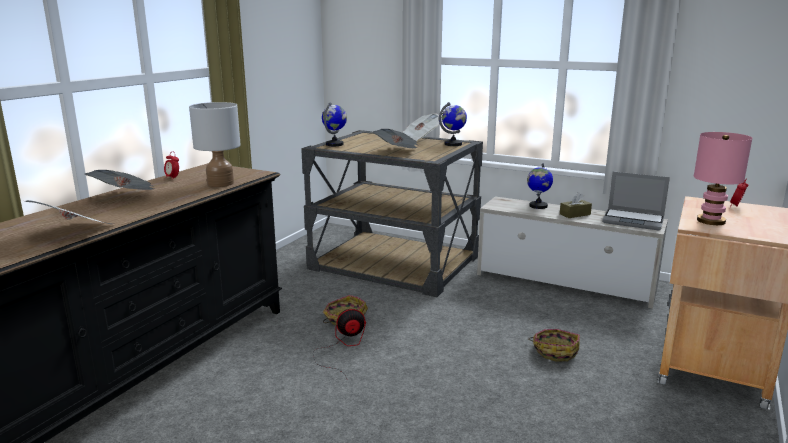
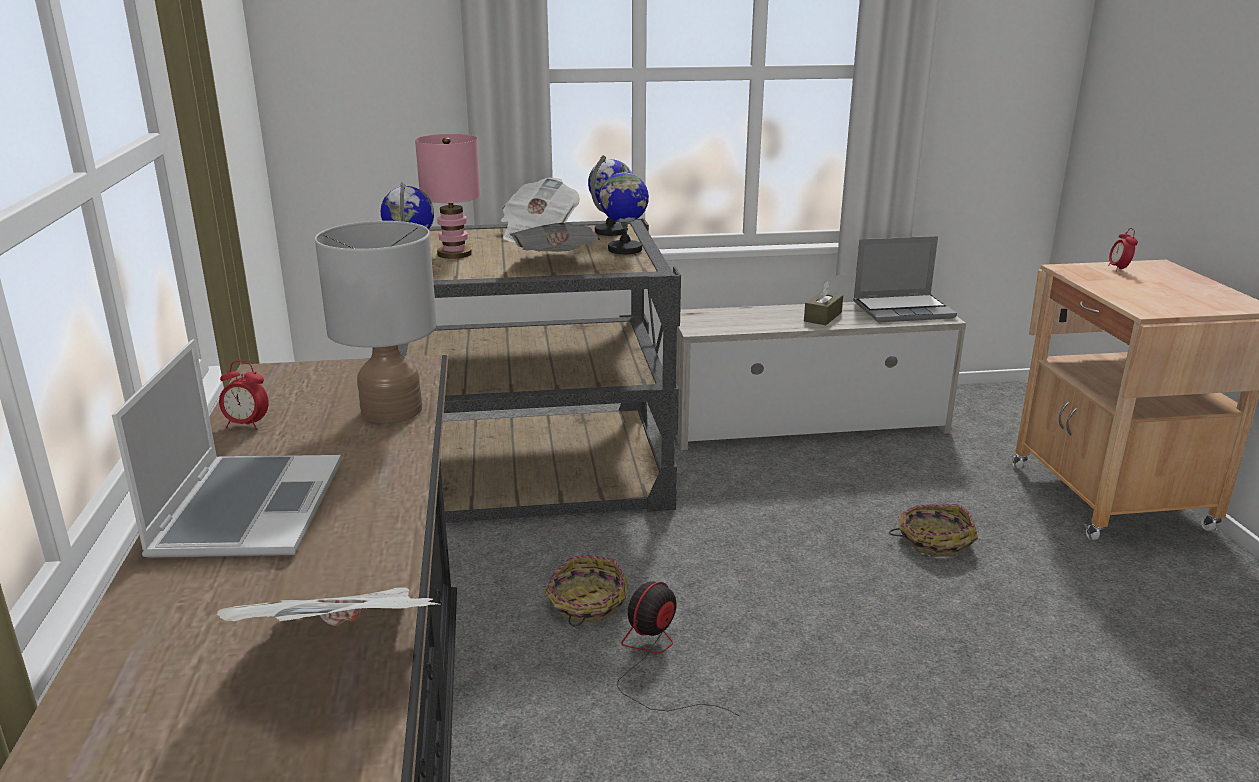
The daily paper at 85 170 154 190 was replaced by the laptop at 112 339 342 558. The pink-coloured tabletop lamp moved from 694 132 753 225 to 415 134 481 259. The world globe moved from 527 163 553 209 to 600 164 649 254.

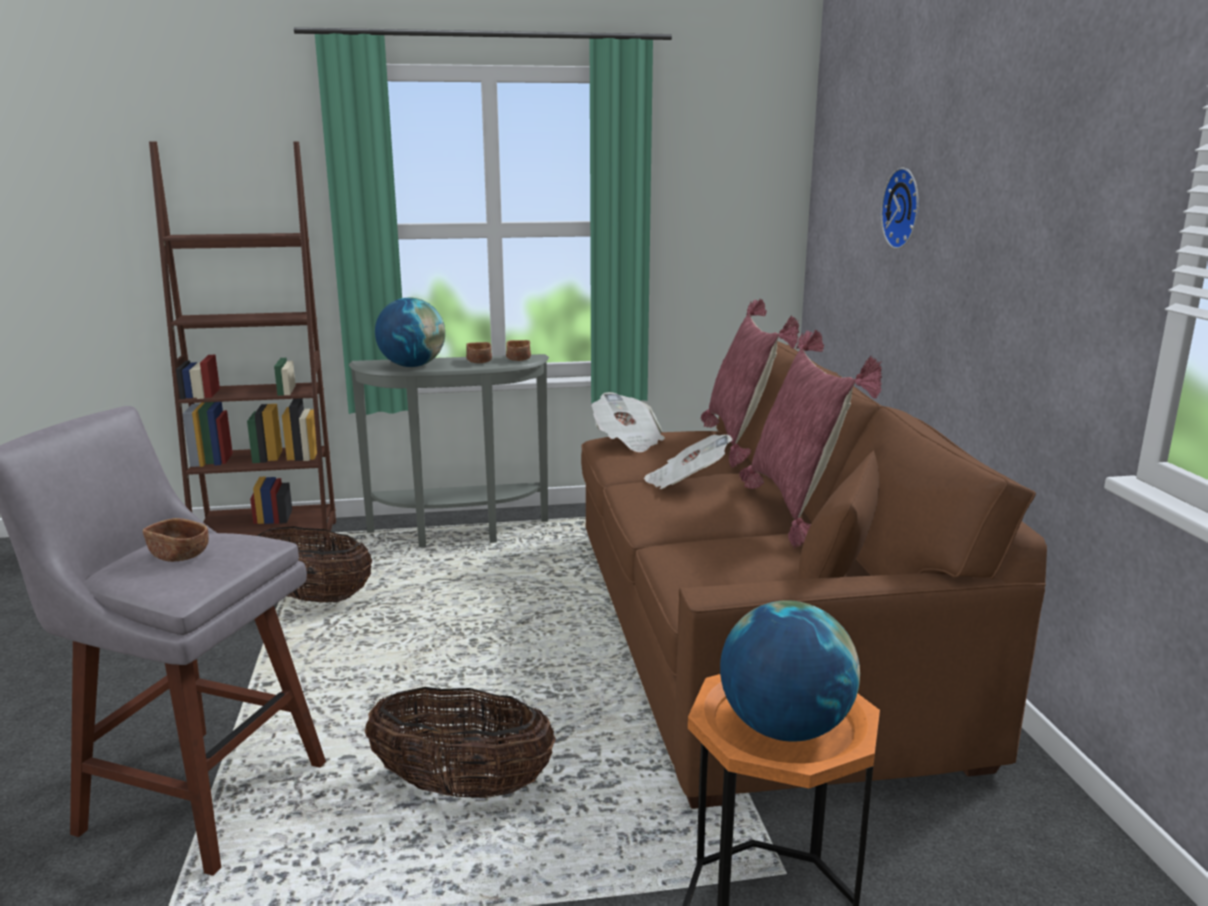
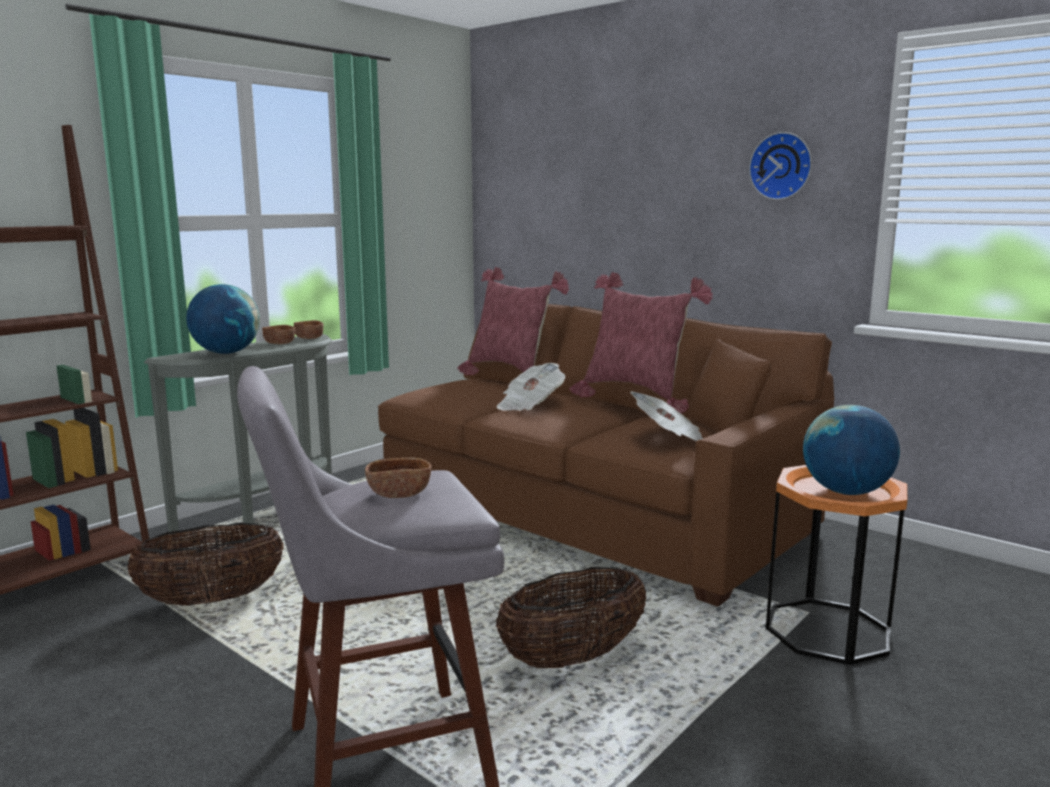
The daily paper moved from 592 392 665 453 to 630 391 703 441. The wall clock moved from 881 168 919 249 to 749 132 812 200.

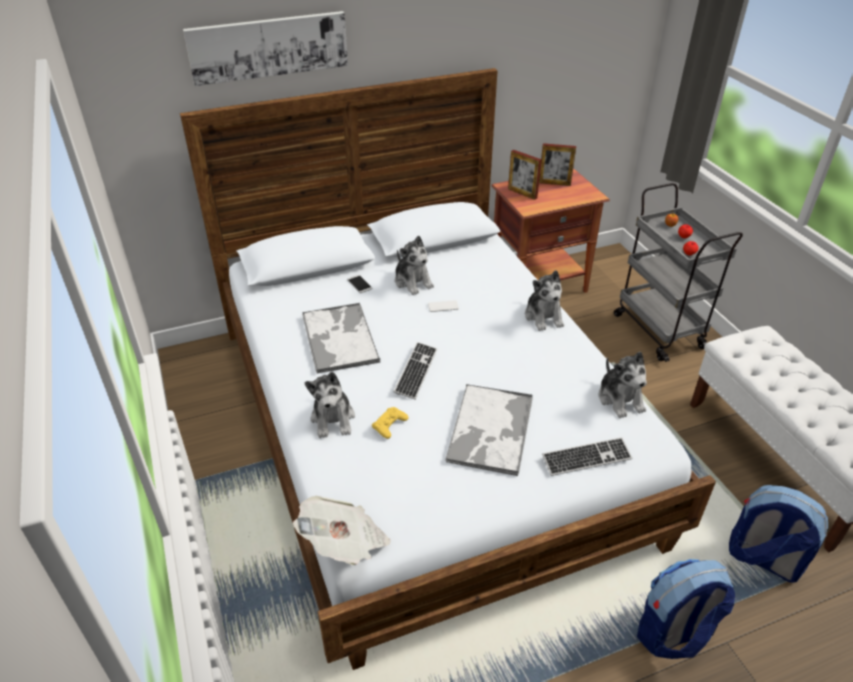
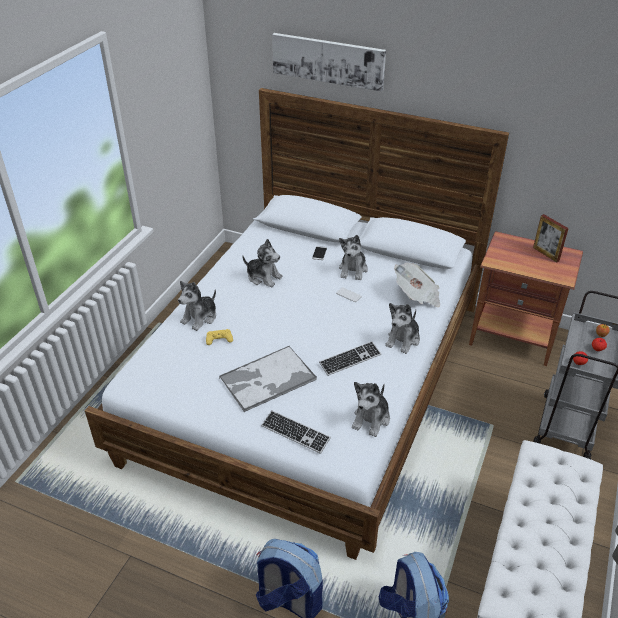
The serving tray at 302 303 380 373 was replaced by the plush toy at 242 239 283 287. The PC keyboard moved from 394 342 437 400 to 319 341 381 376. The daily paper moved from 293 496 390 565 to 394 263 440 307. The picture frame at 508 150 542 200 disappeared.

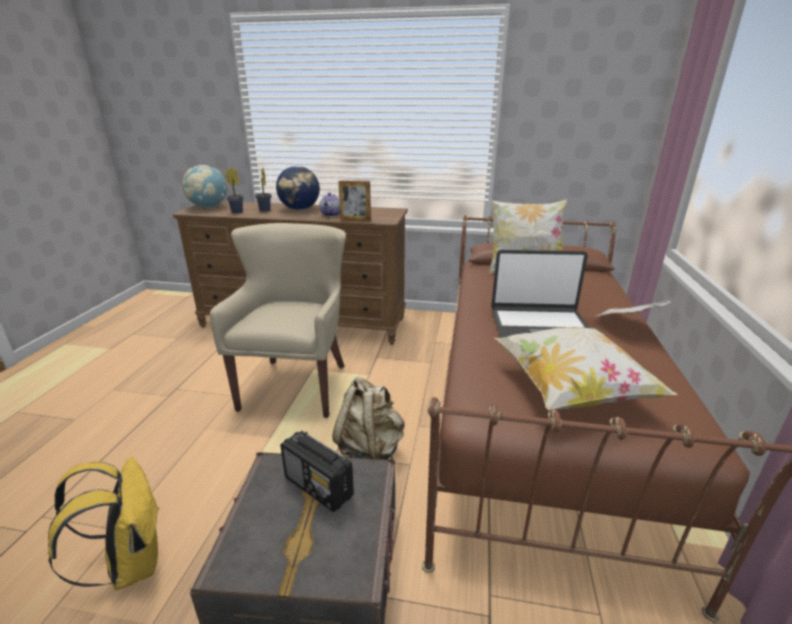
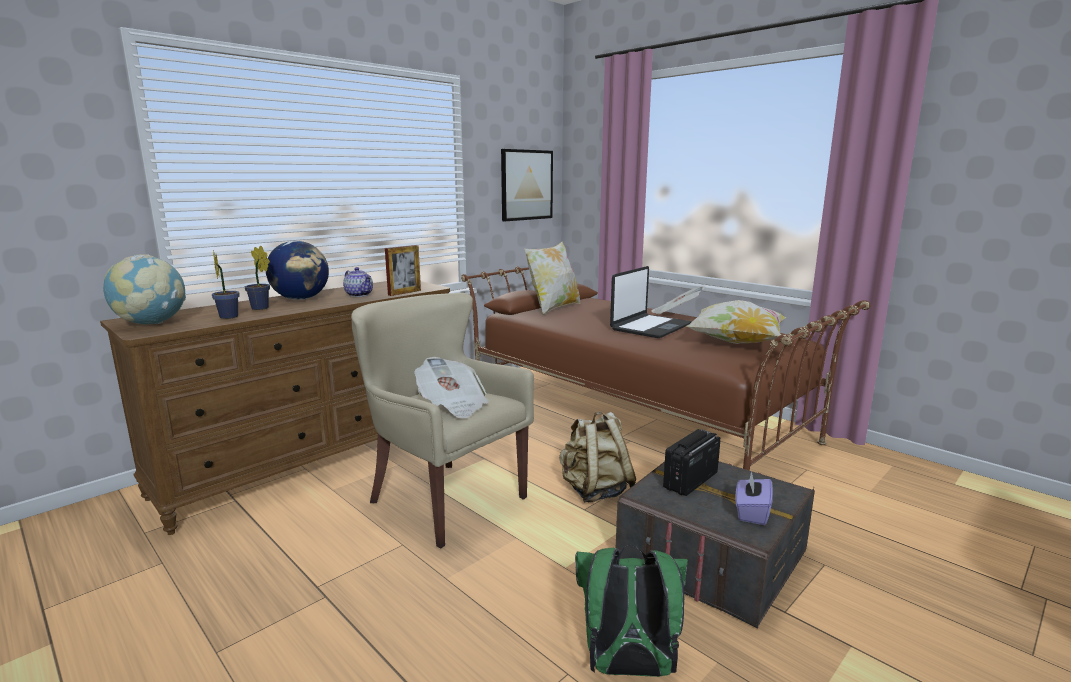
The daily paper at 414 357 489 419 appeared. The wall picture at 501 149 553 221 appeared. The yellow backpack at 48 457 159 591 became the green backpack at 575 545 688 677. The radio at 280 431 354 512 turned 150 degrees clockwise. The purplish tissue holder at 735 471 773 525 appeared.

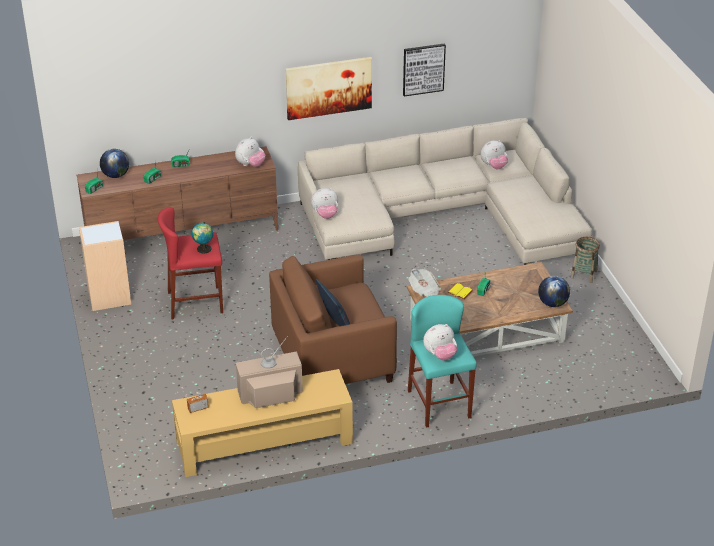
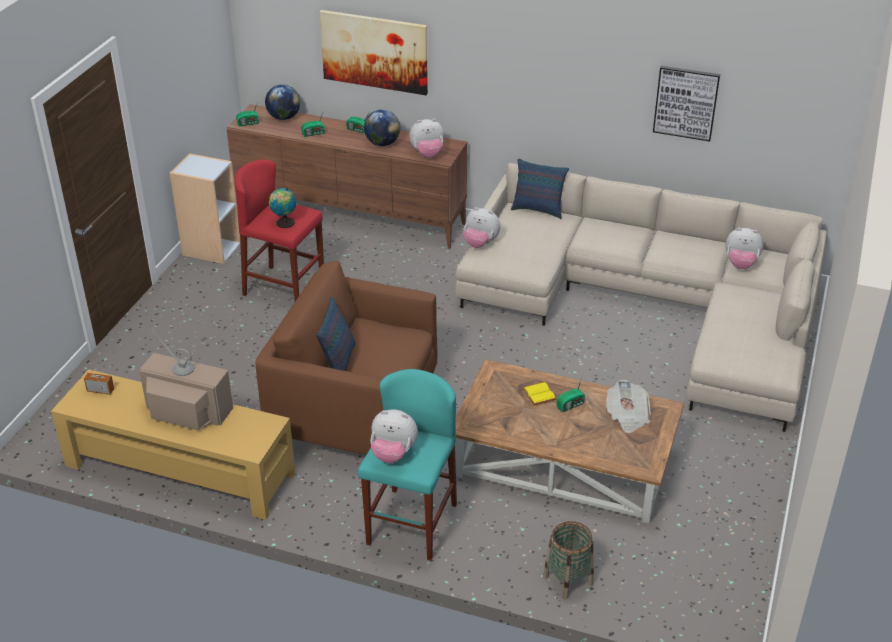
The wall picture moved from 286 57 372 120 to 319 10 428 95. The world globe moved from 538 276 570 307 to 364 109 400 146. The blue throw pillow at 511 159 569 219 appeared. The household basket moved from 571 237 600 283 to 543 521 594 599. The daily paper moved from 409 269 441 297 to 606 380 651 433.

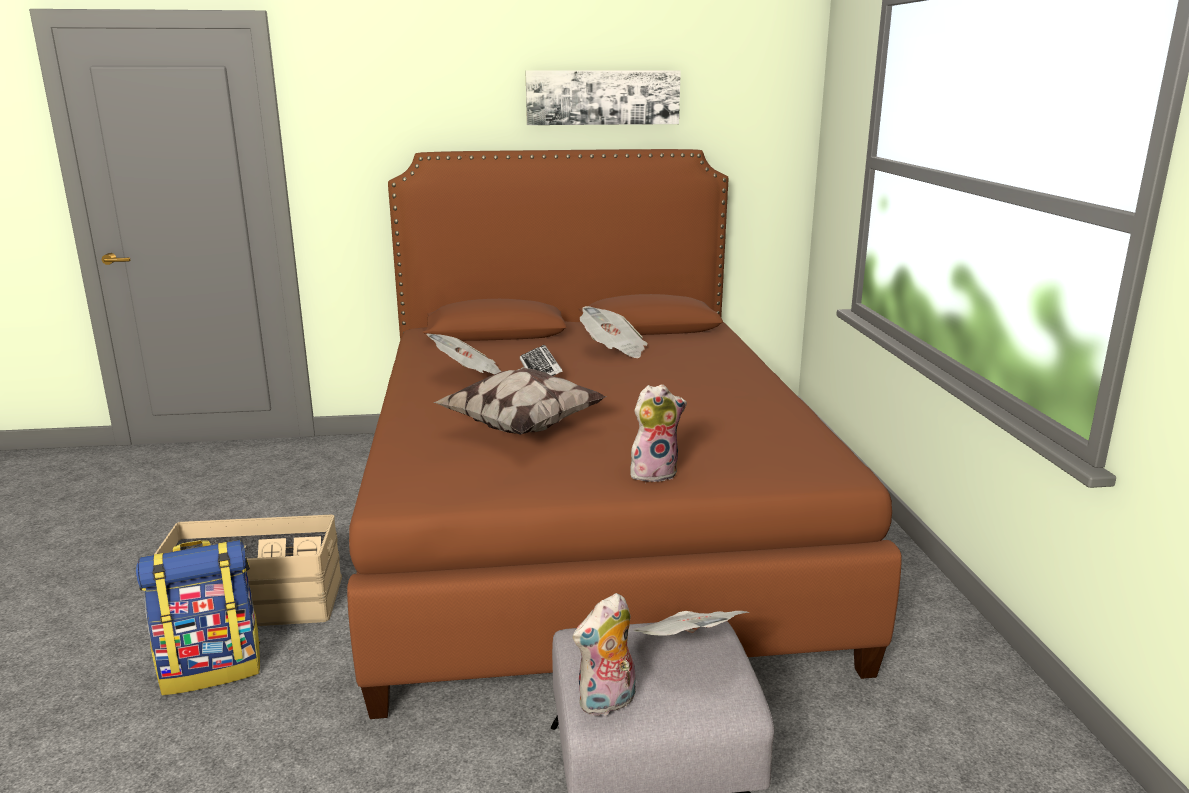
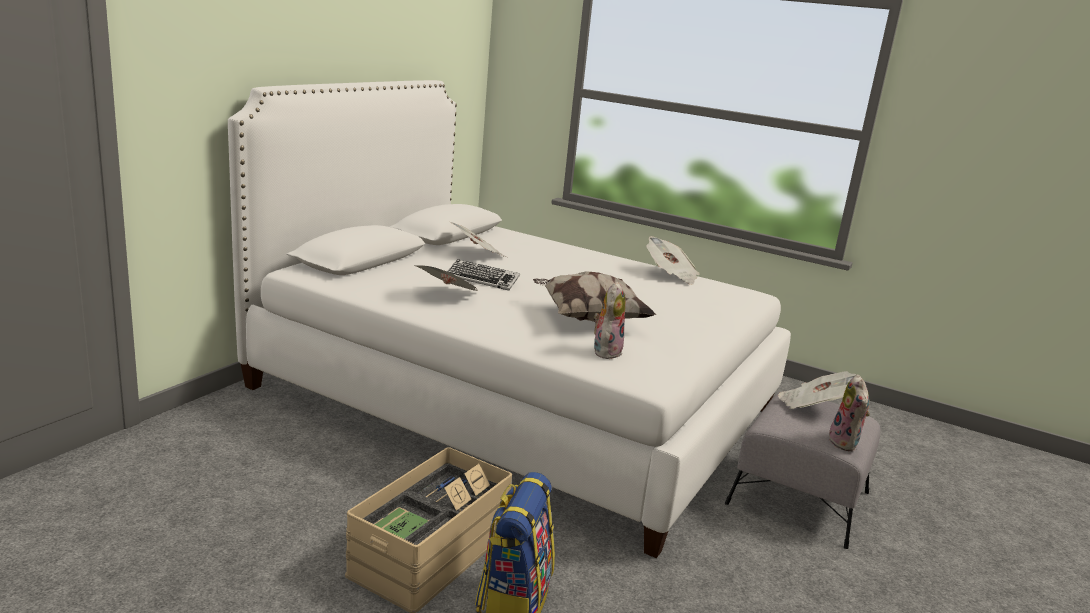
The brownish bed at 347 149 902 719 became the white bed at 228 80 791 558. The plush toy moved from 630 384 687 482 to 594 281 626 359. The daily paper at 646 236 700 285 appeared. The wall picture at 525 70 681 125 disappeared.

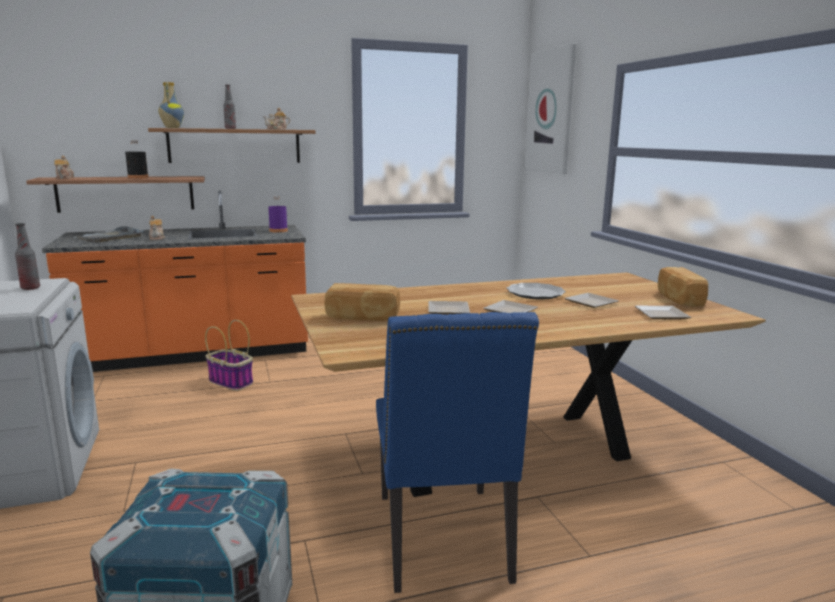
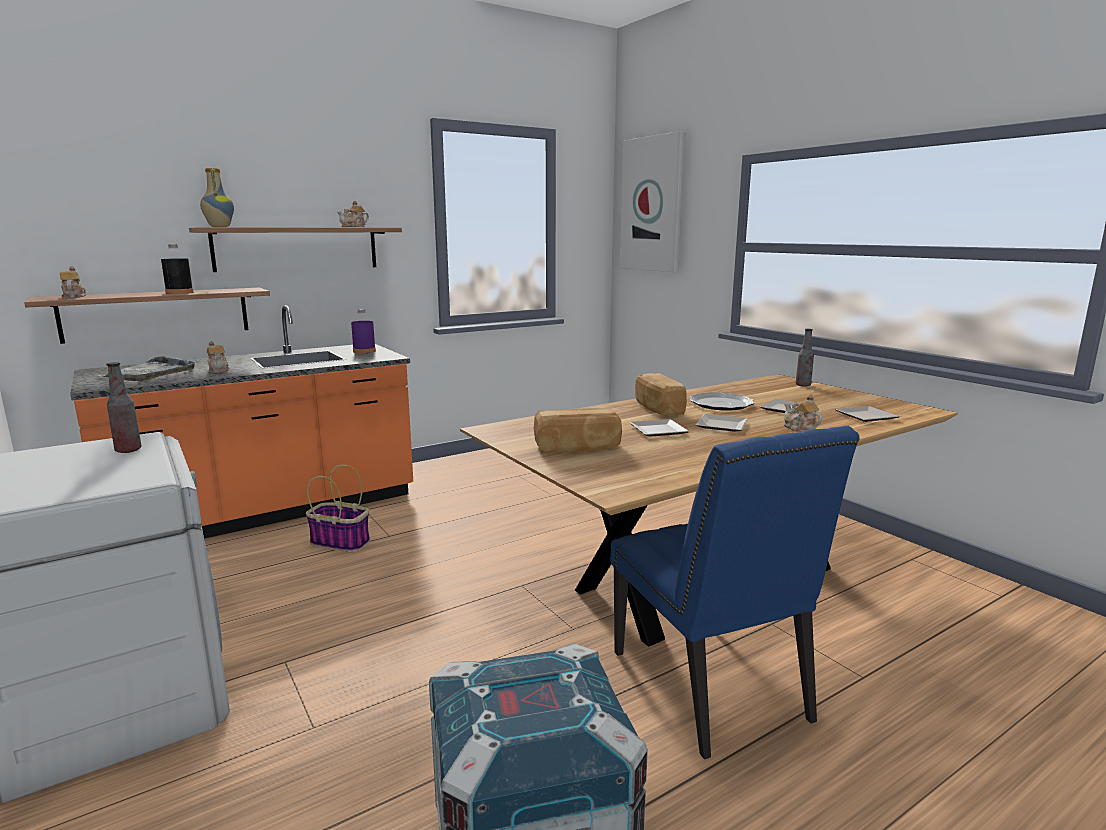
The bakery bread moved from 658 267 708 307 to 635 373 687 416. The teapot at 784 394 822 432 appeared. The beverage bottle moved from 223 85 236 129 to 796 329 814 387.

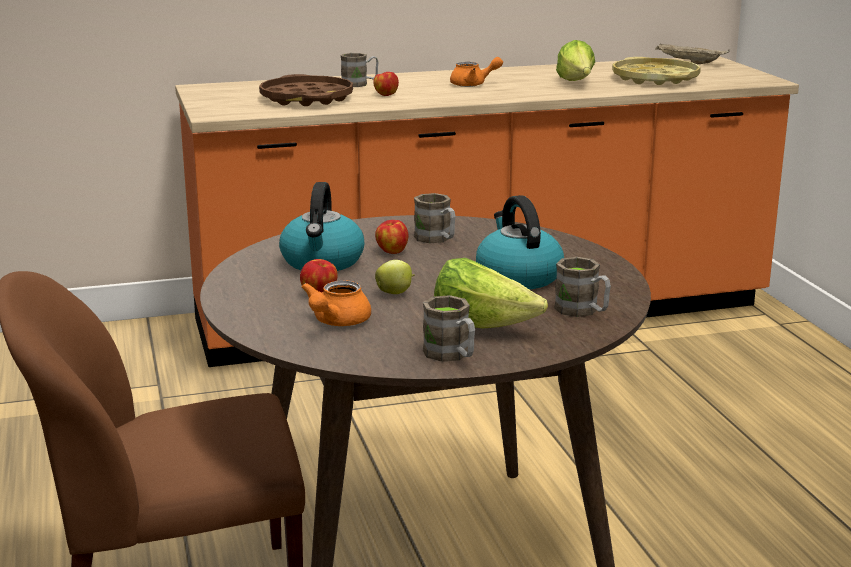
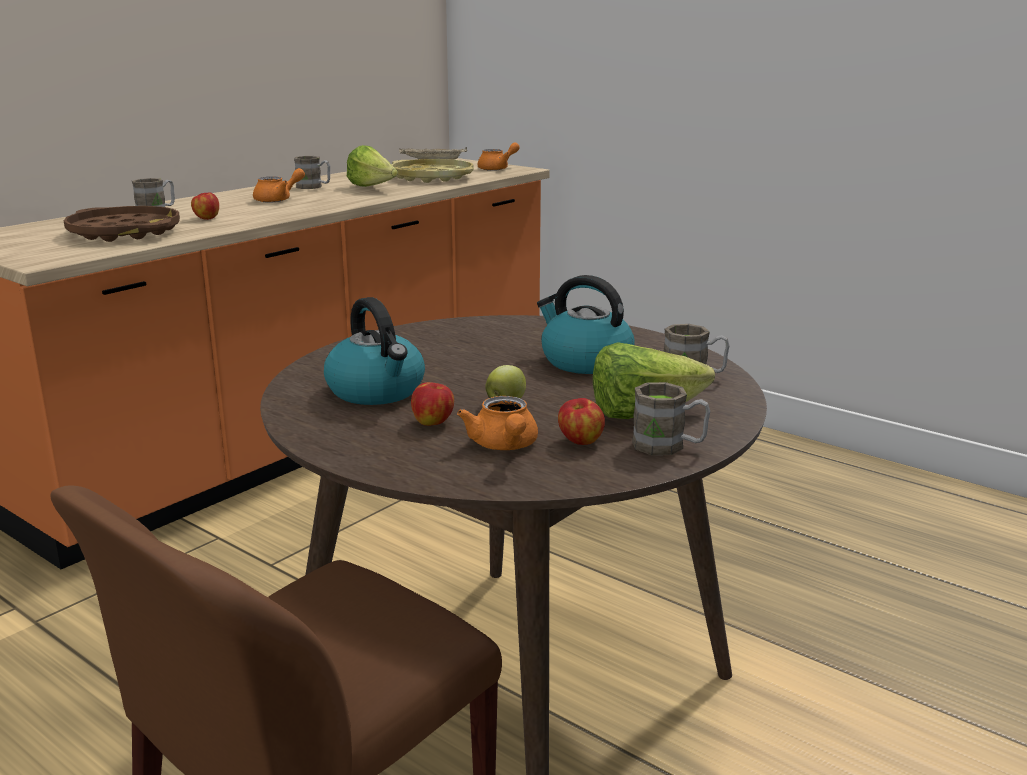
The brownish mug moved from 414 193 455 243 to 294 156 330 189. The orange-coloured teapot at 478 142 520 171 appeared. The apple fruit moved from 375 220 408 254 to 558 398 605 445.

